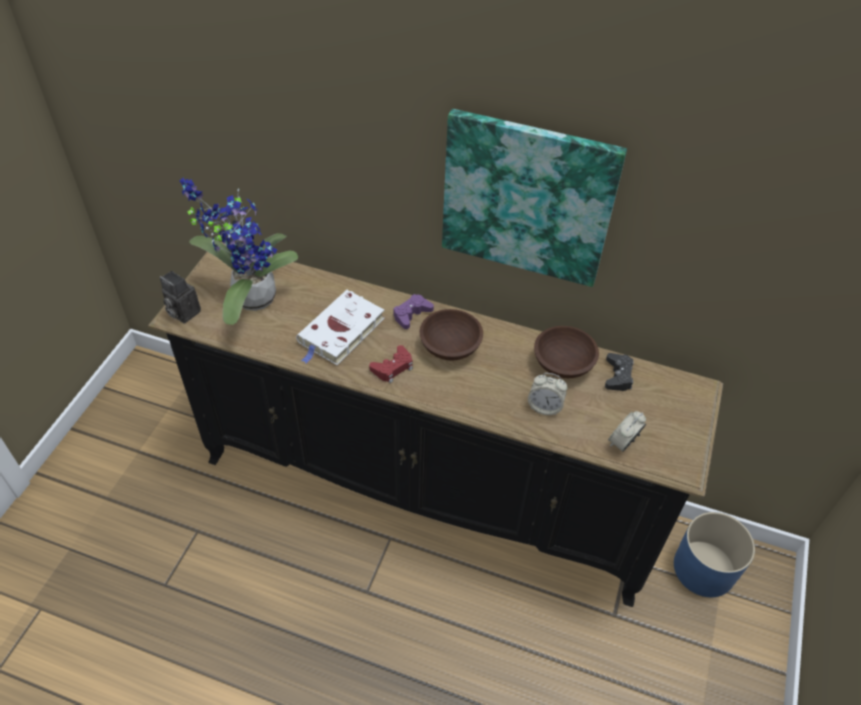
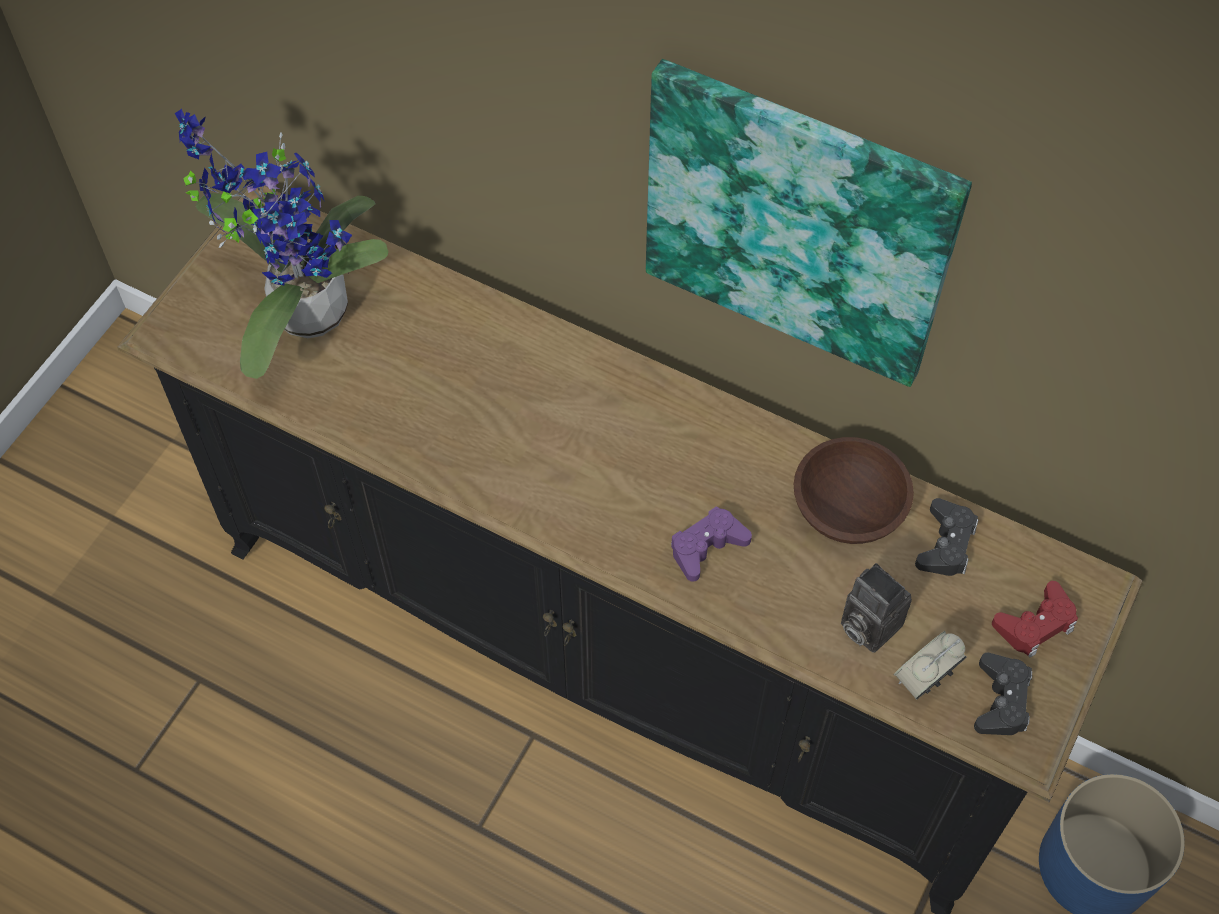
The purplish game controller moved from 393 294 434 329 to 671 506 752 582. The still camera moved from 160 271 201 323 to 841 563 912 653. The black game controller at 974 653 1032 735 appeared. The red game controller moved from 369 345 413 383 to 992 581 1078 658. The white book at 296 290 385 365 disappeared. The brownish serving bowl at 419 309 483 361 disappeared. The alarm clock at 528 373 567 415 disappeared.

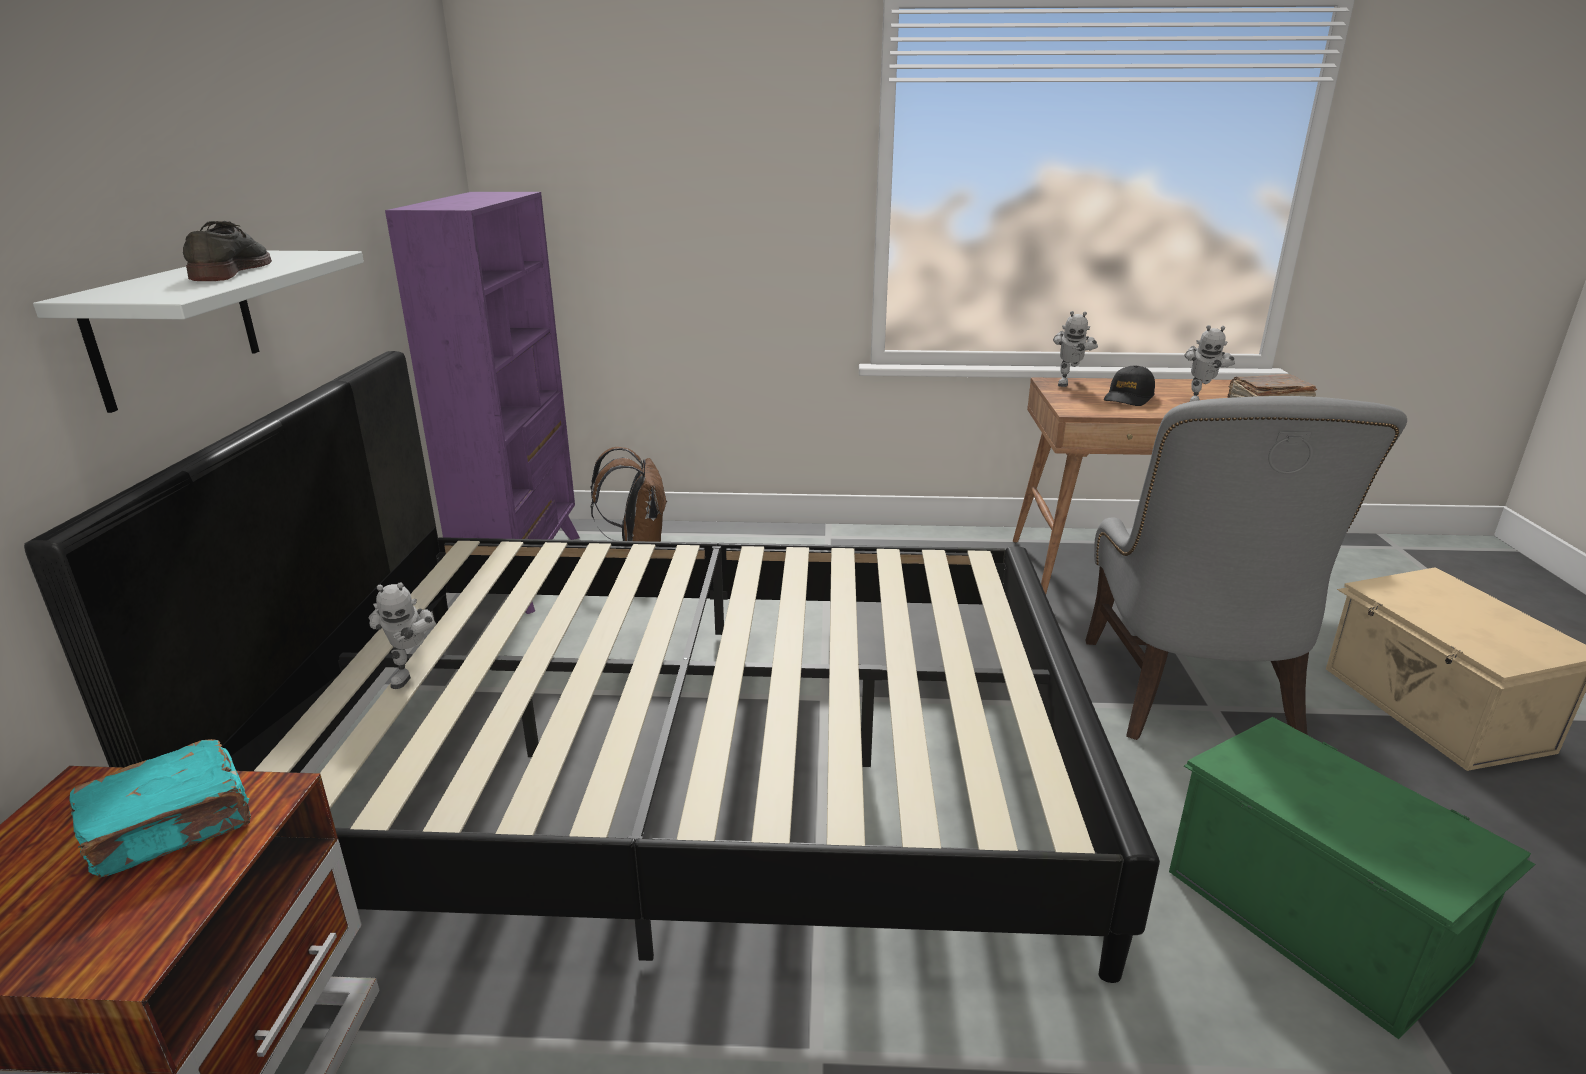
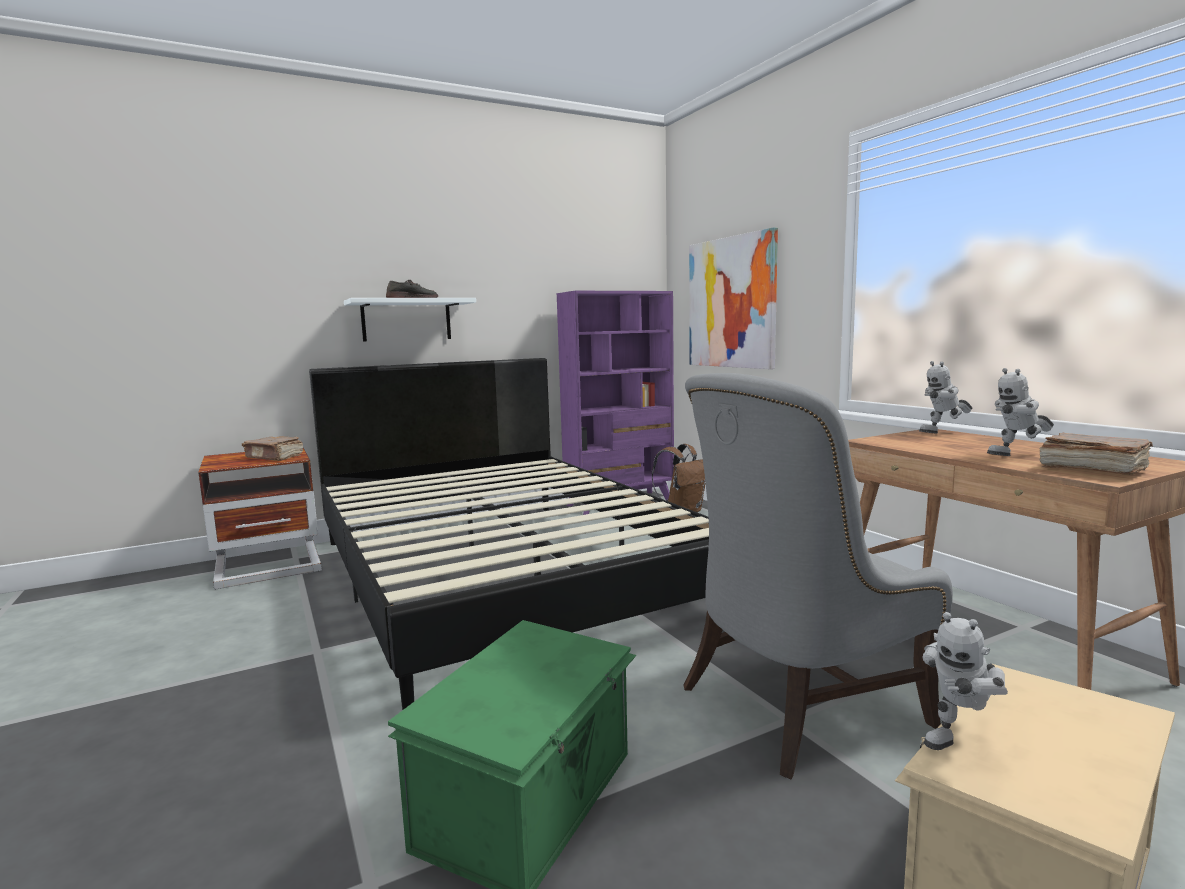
The turquoise-coloured book at 69 739 251 878 became the brownish book at 242 436 303 461. The wall picture at 689 227 778 369 appeared. The toy robot moved from 368 582 436 689 to 923 612 1008 750. The black cap at 1104 365 1155 406 disappeared.

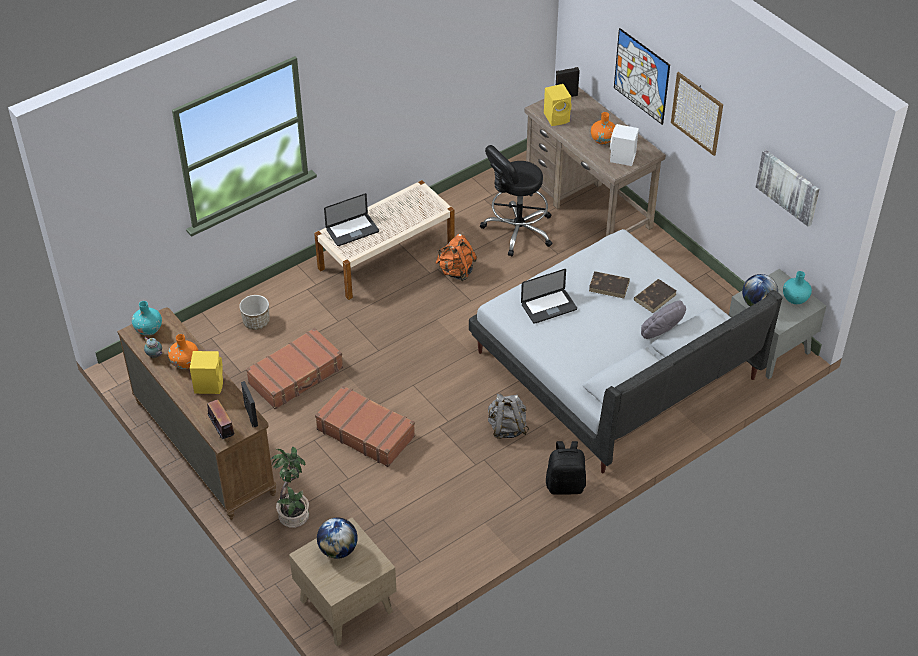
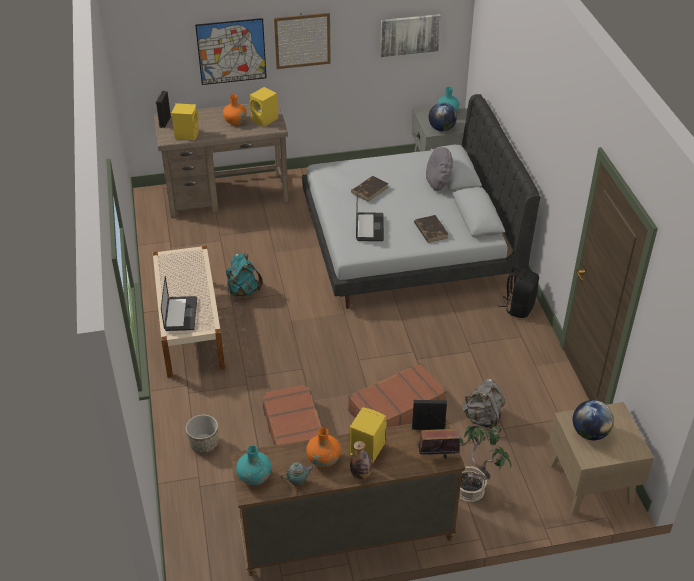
The orange-coloured backpack at 436 234 477 281 became the turquoise-coloured backpack at 226 253 263 297. The white loudspeaker at 610 124 639 166 became the yellow loudspeaker at 249 87 278 127. The beverage bottle at 350 441 372 480 appeared. The brownish book moved from 634 279 677 313 to 414 215 448 243. The grey backpack moved from 488 394 529 439 to 462 379 505 428. The black stool at 480 145 552 256 disappeared.

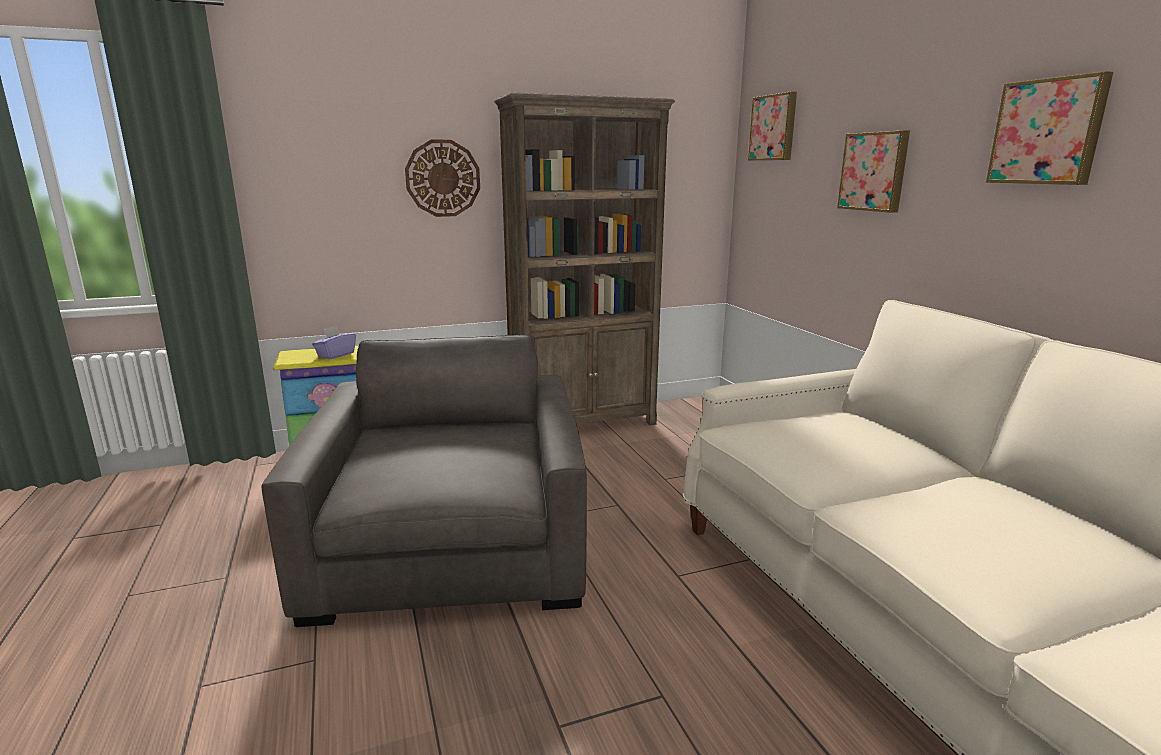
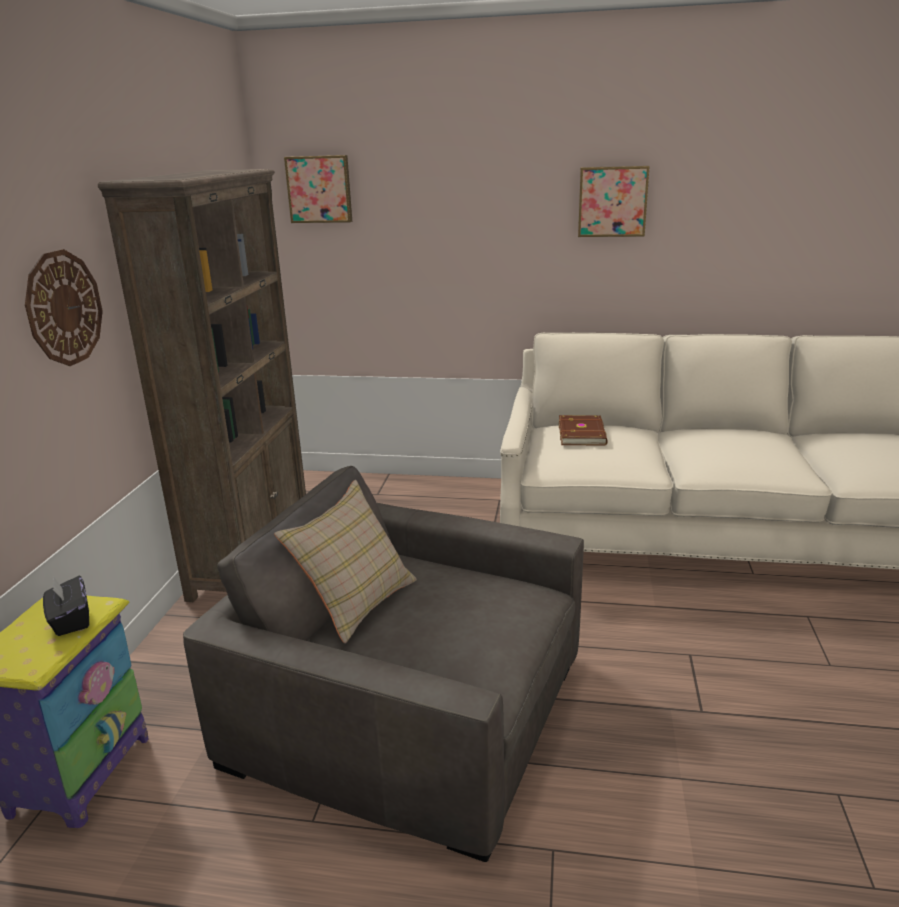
The purplish tissue holder at 312 325 356 359 became the black tissue holder at 43 576 89 636. The sand-coloured throw pillow at 274 480 417 644 appeared. The brownish book at 559 415 608 446 appeared. The wall picture at 837 130 910 213 disappeared.

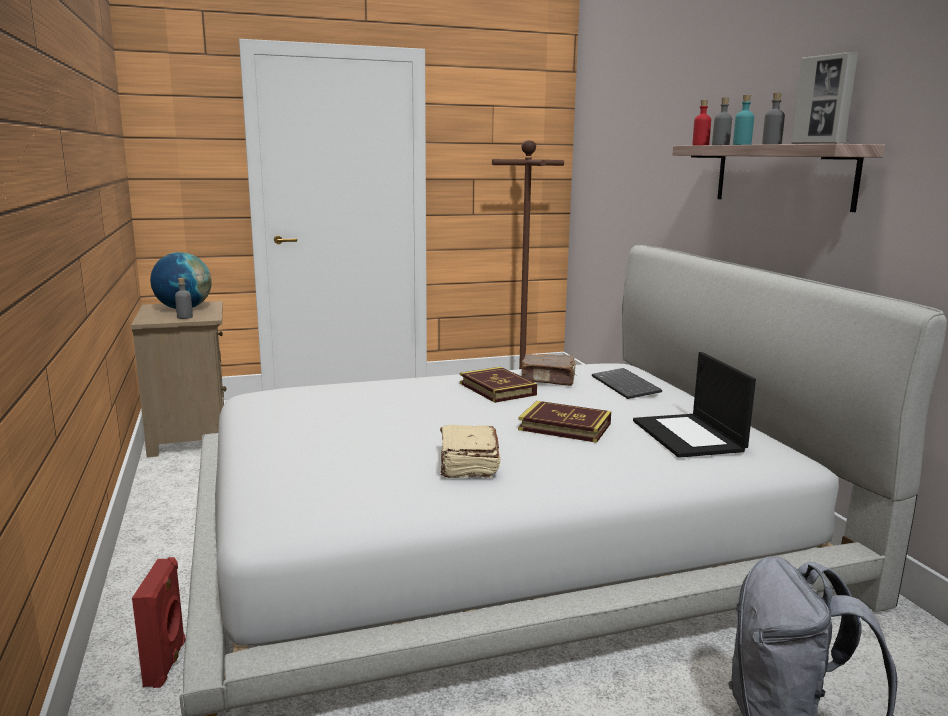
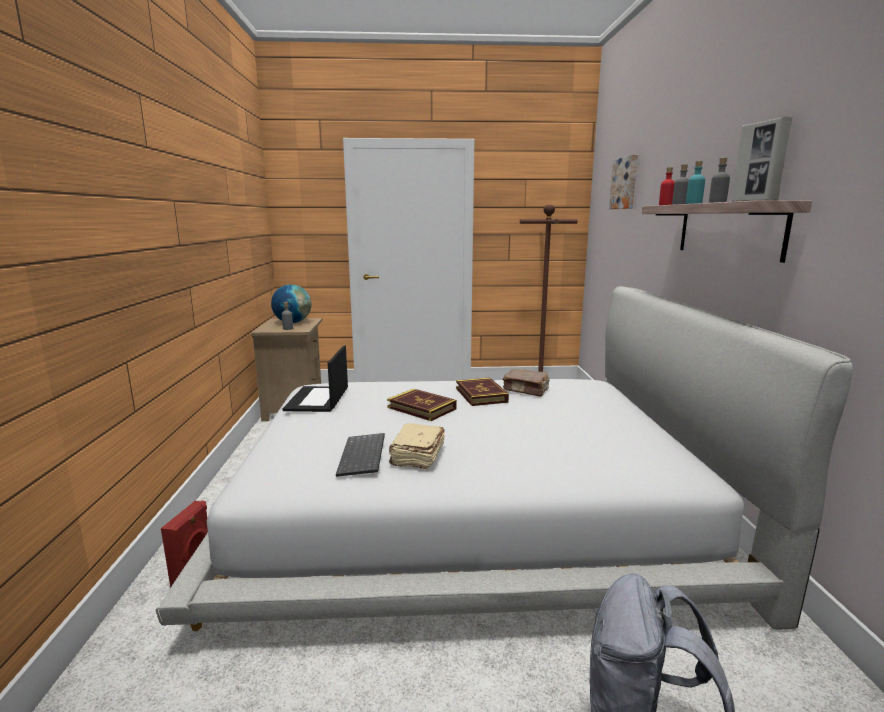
The laptop moved from 633 352 756 458 to 282 345 348 412. The PC keyboard moved from 592 368 662 399 to 336 433 385 477. The book moved from 518 401 611 443 to 387 389 457 421. The wall picture at 609 154 638 209 appeared.

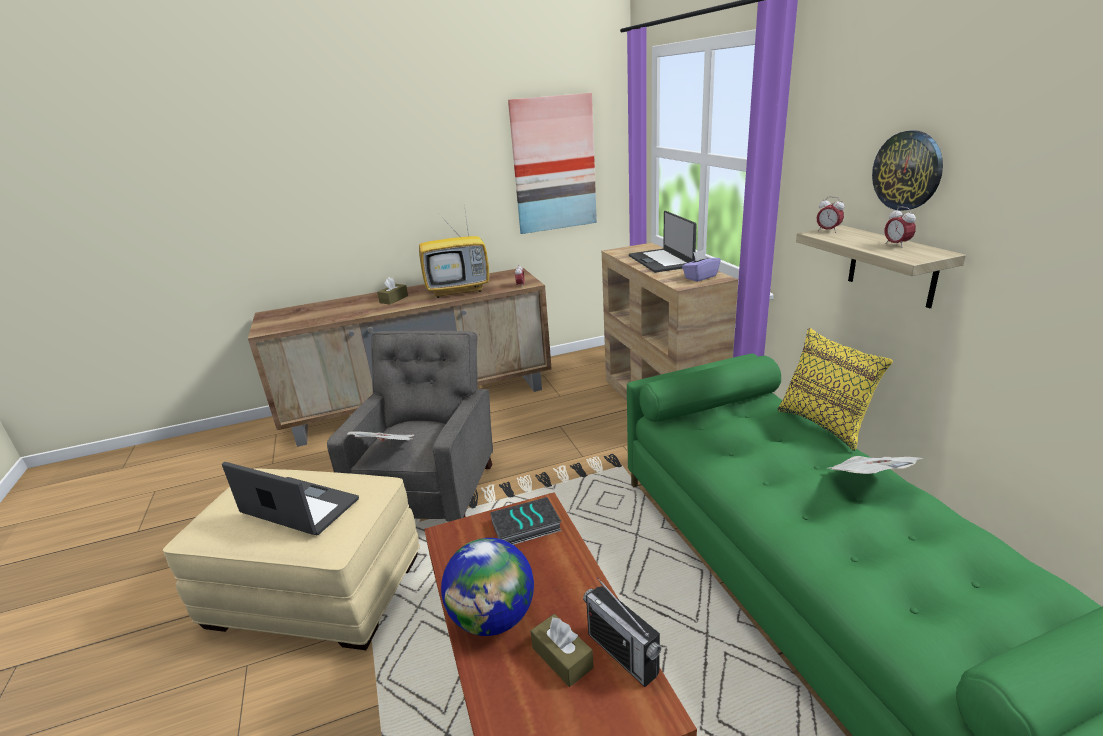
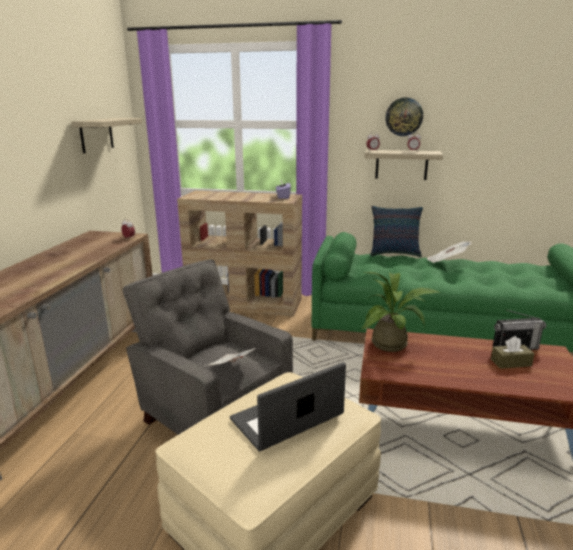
The wall picture at 508 93 597 234 was replaced by the shelf at 71 118 142 153. The book at 490 497 562 545 was replaced by the plant in a pot at 361 272 441 352. The yellow throw pillow at 777 328 893 451 became the blue throw pillow at 370 206 423 257. The brownish tissue holder at 377 277 408 305 disappeared. The TV set at 419 204 489 298 disappeared. The world globe at 441 538 534 636 disappeared. The laptop at 629 211 697 273 disappeared.

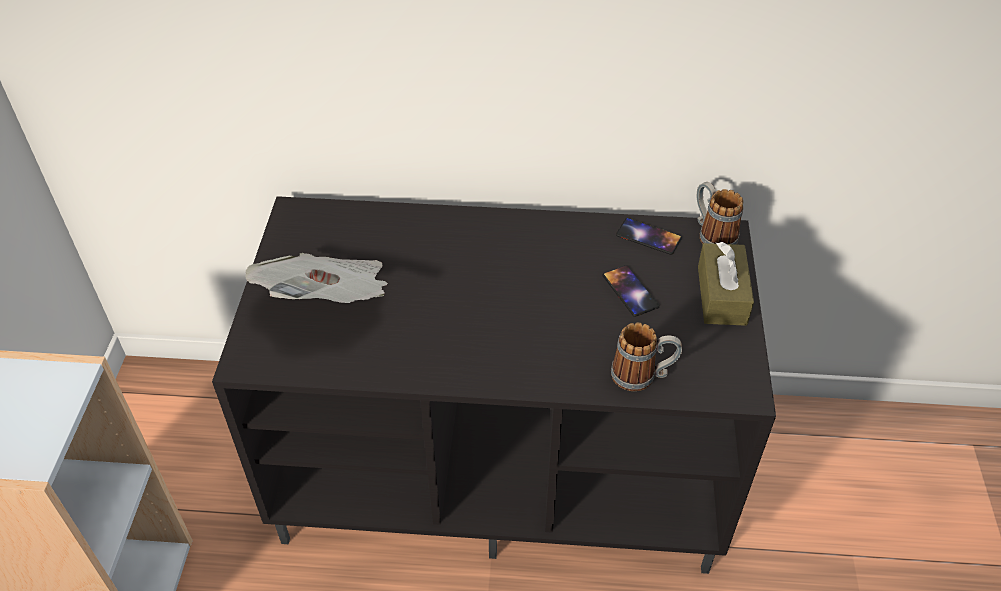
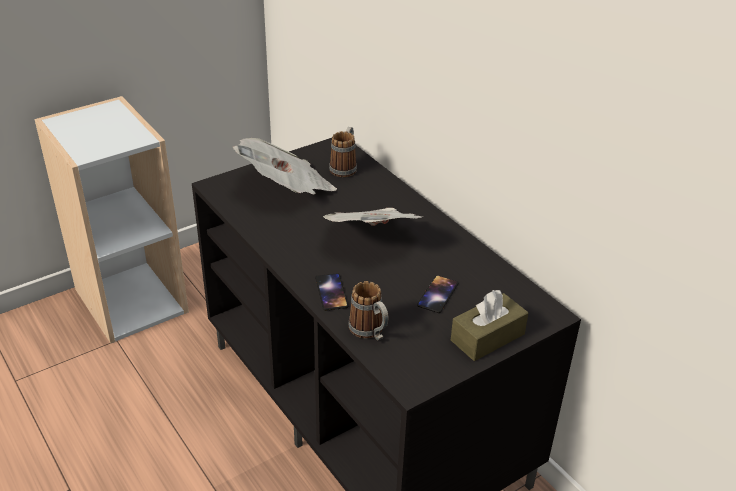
The handset moved from 616 218 682 255 to 315 273 348 311. The daily paper at 323 208 422 226 appeared. The mug moved from 697 182 743 245 to 329 127 357 178.

